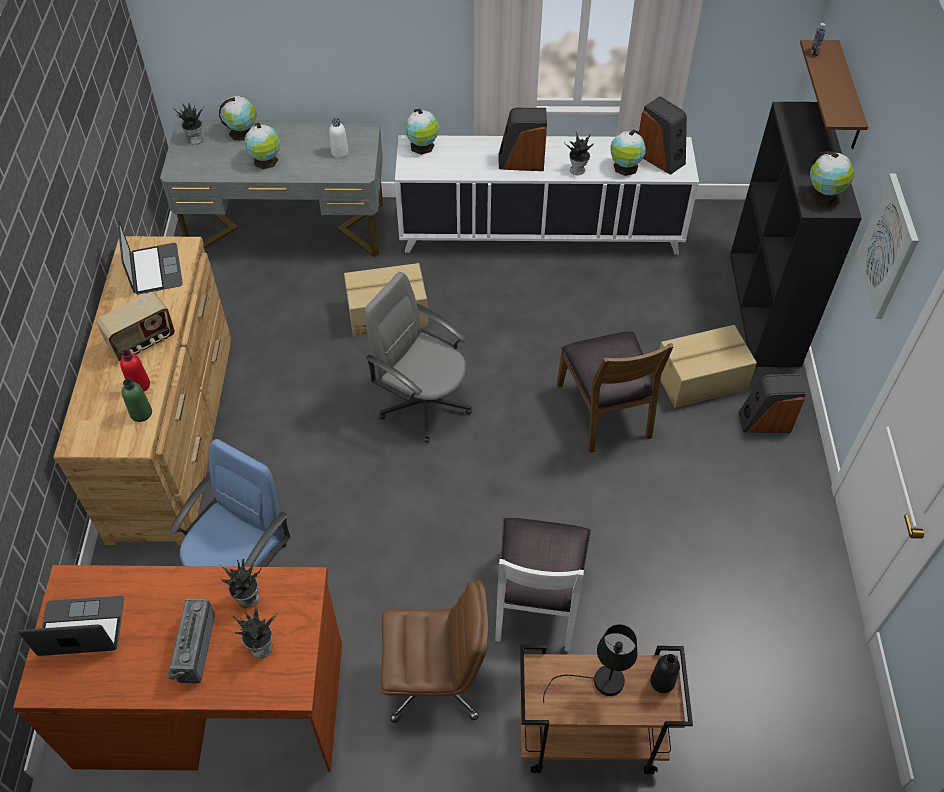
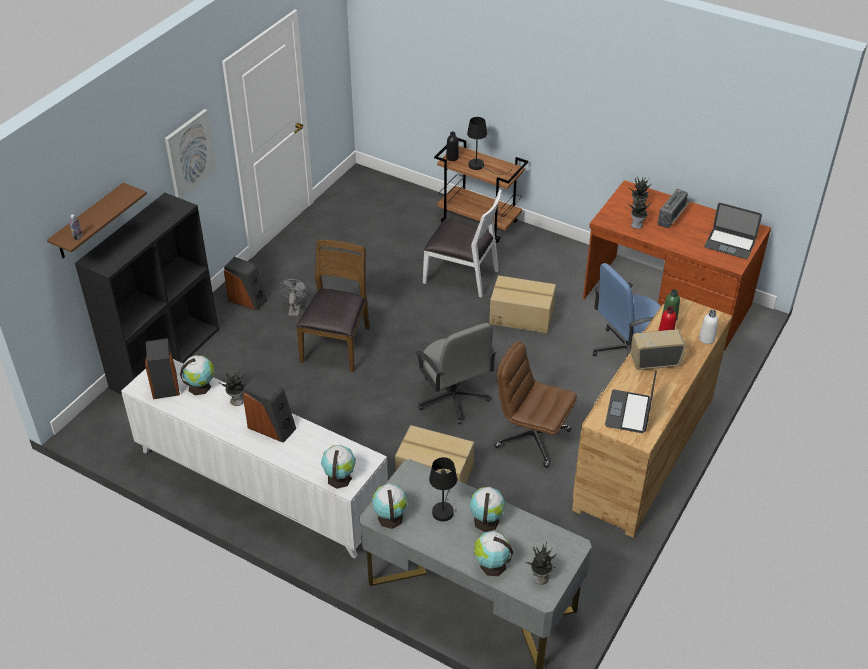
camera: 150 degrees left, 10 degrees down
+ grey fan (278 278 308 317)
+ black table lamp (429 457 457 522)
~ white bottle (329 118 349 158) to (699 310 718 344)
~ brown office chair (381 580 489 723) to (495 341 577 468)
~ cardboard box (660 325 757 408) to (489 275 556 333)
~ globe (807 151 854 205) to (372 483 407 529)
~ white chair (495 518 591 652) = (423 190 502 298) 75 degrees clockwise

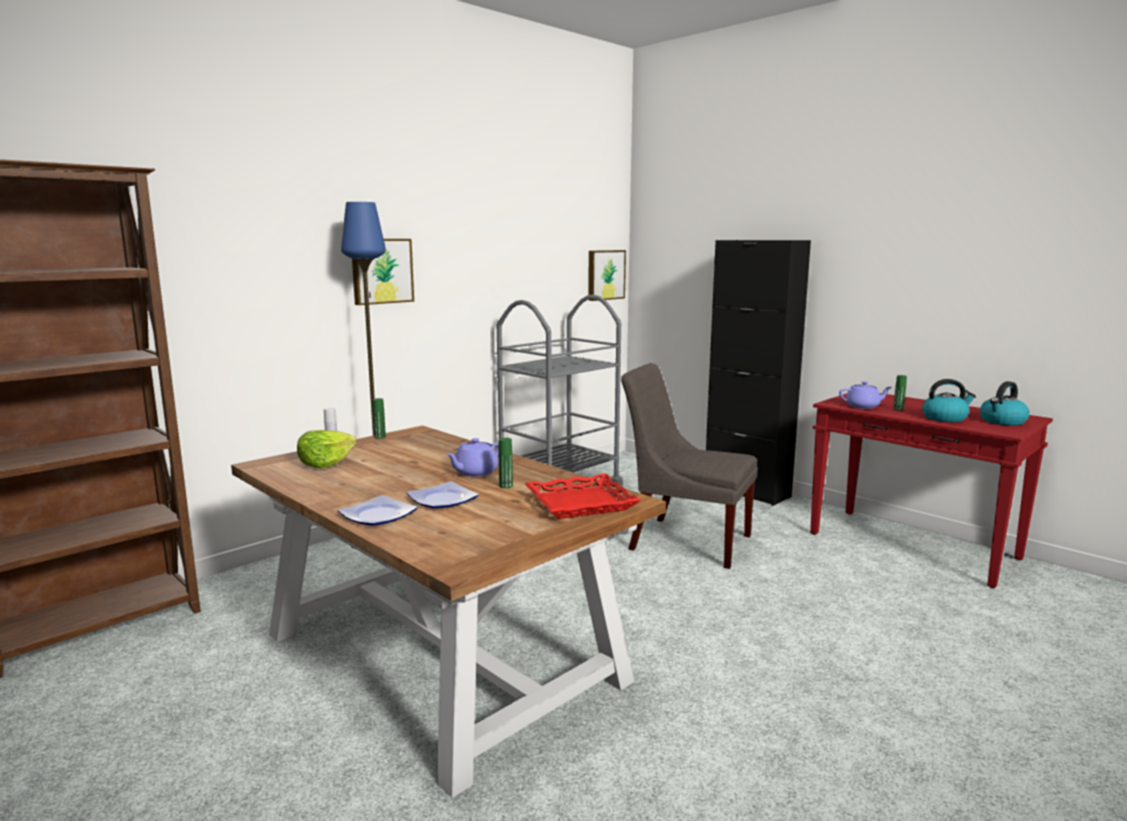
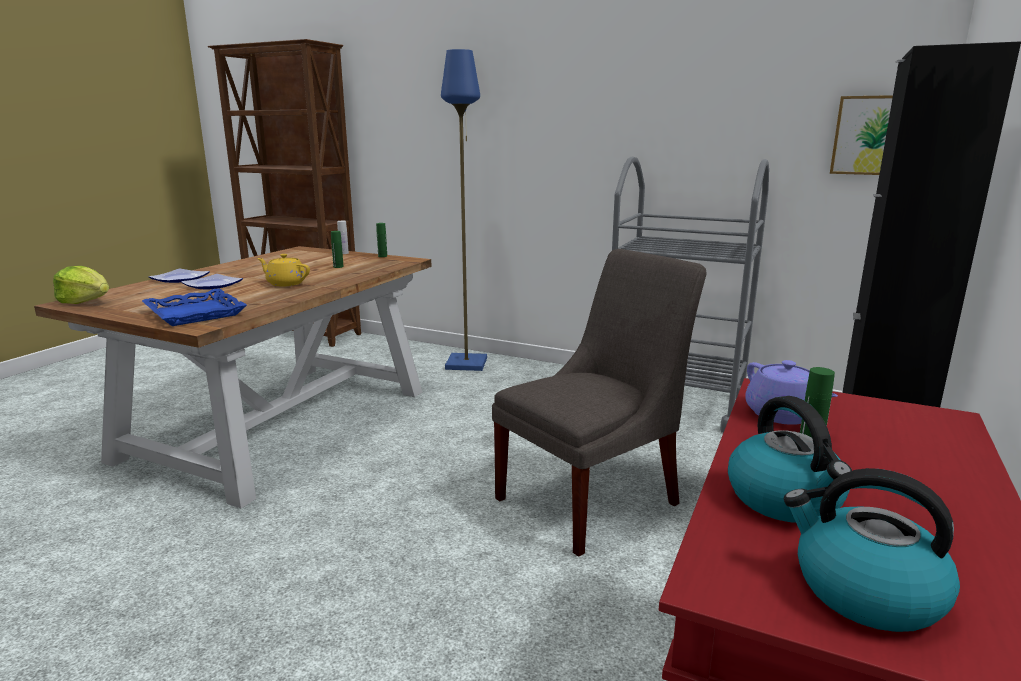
camera: 70 degrees right, 5 degrees up
- picture (352 239 414 305)
~ lettuce (297 430 357 468) to (53 266 109 304)
~ green bottle (499 438 513 488) to (331 231 344 268)
~ purple teapot (446 438 499 477) to yellow teapot (257 254 310 286)
~ red tray (525 473 641 519) to blue tray (142 288 247 326)
~ grey chair (621 363 758 569) = (492 249 706 557) 45 degrees clockwise

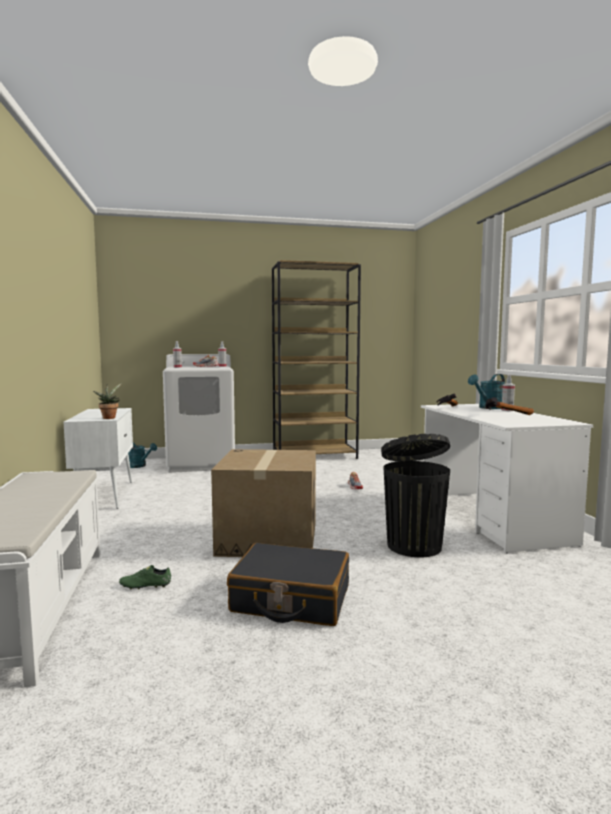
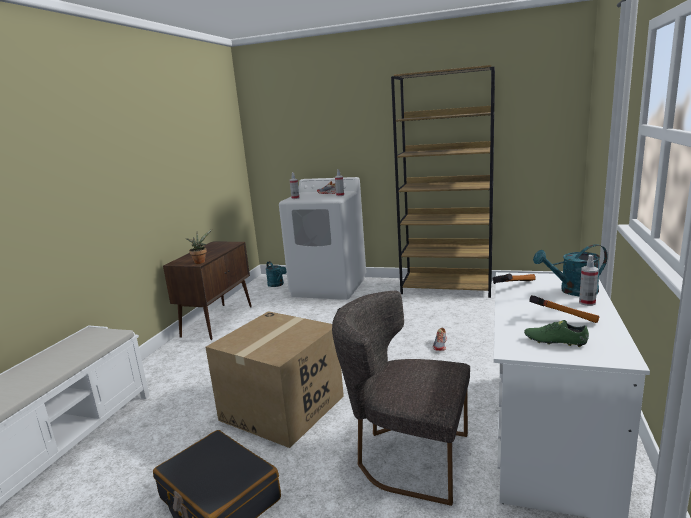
camera: 30 degrees right, 10 degrees up
~ green shoe (119 565 171 589) to (524 320 589 347)
~ black trash can (381 434 450 557) to grey chair (332 291 470 506)
~ white cabinet (63 408 133 509) to brown cabinet (163 242 252 340)

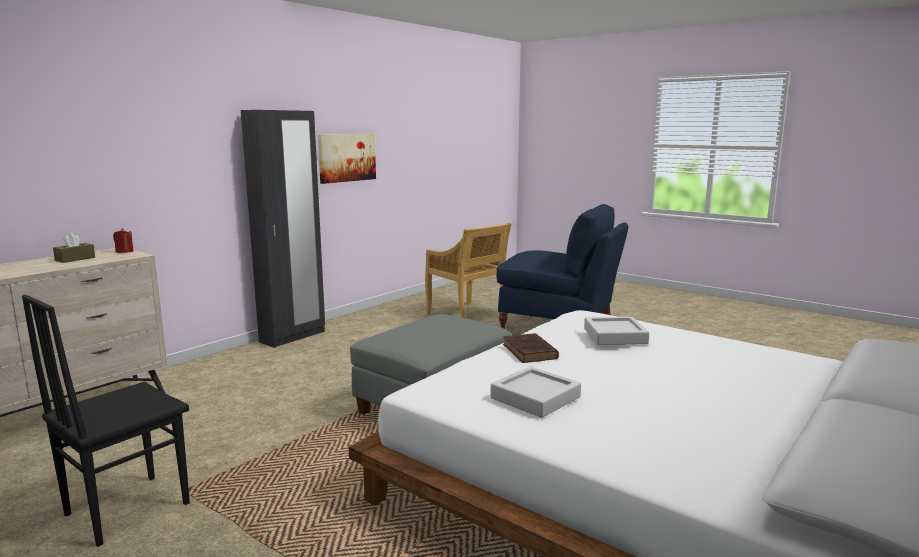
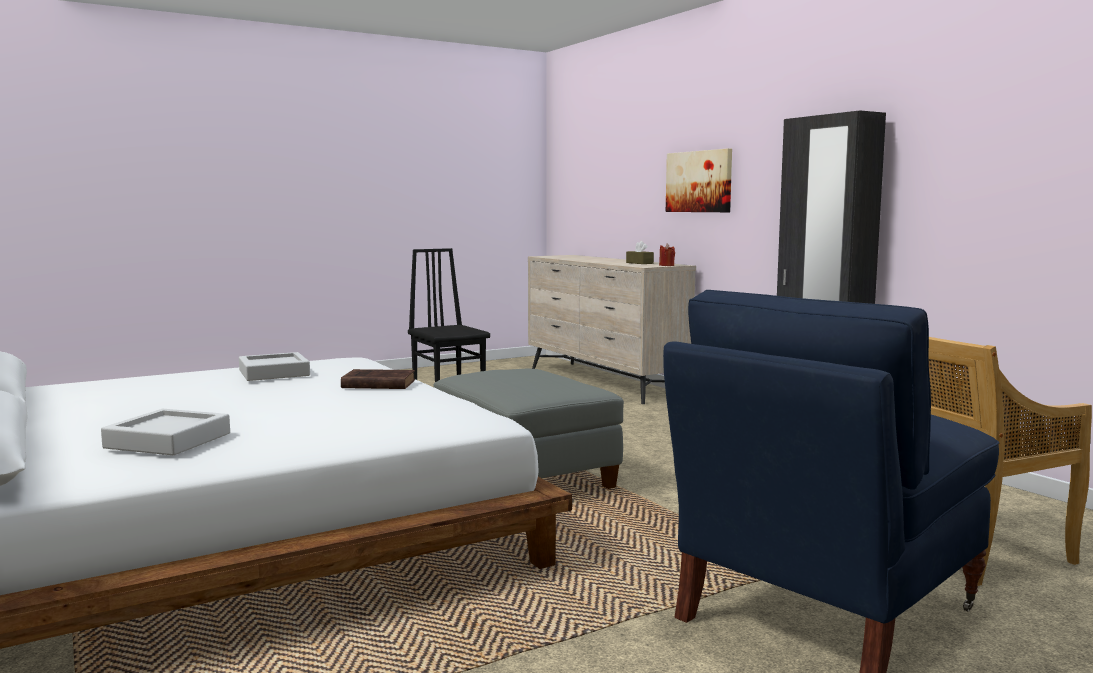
camera: 110 degrees right, 5 degrees down
~ picture (318 134 376 184) to (666 148 732 212)
~ grey tray (584 317 649 345) to (101 409 230 455)

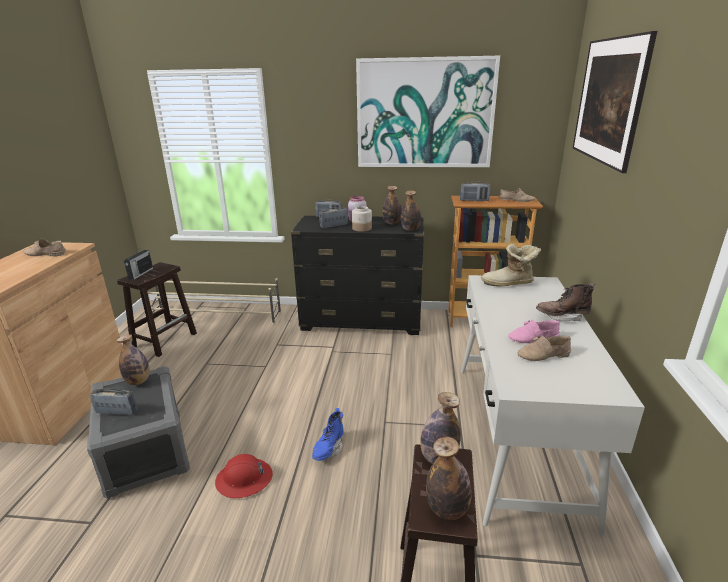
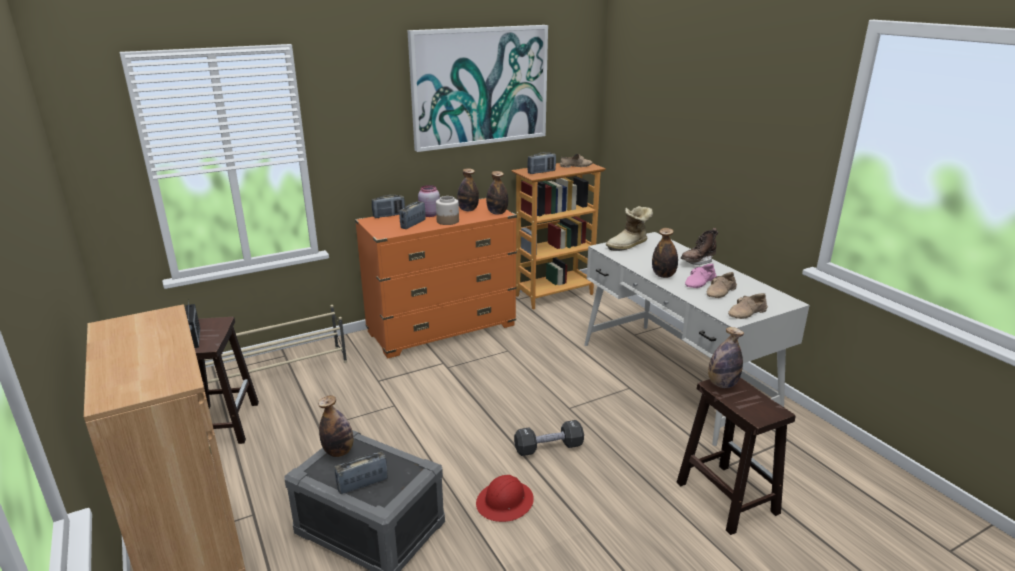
camera: 35 degrees left, 0 degrees up
- picture (573 31 657 173)
~ beige shoe (23 238 66 257) to (728 293 768 319)
~ bottle (426 437 472 520) to (652 228 678 278)
~ blue boot (312 408 344 461) to black dumbbell (514 420 584 456)
~ black dresser (291 215 424 335) to orange dresser (355 198 517 358)

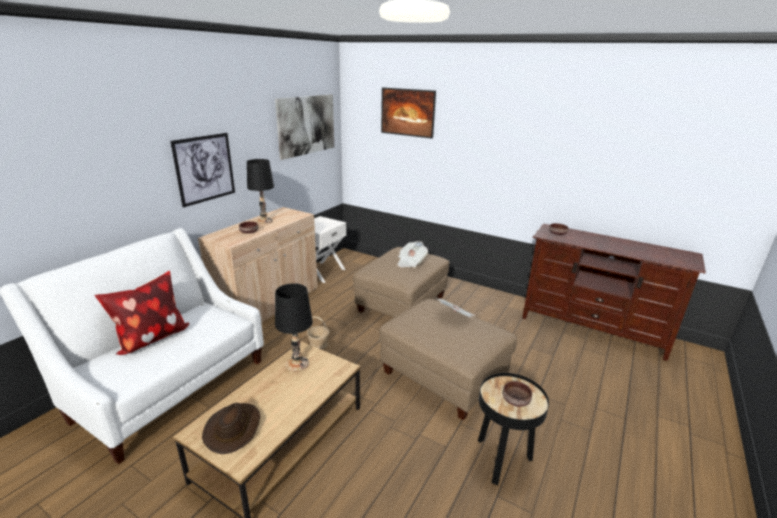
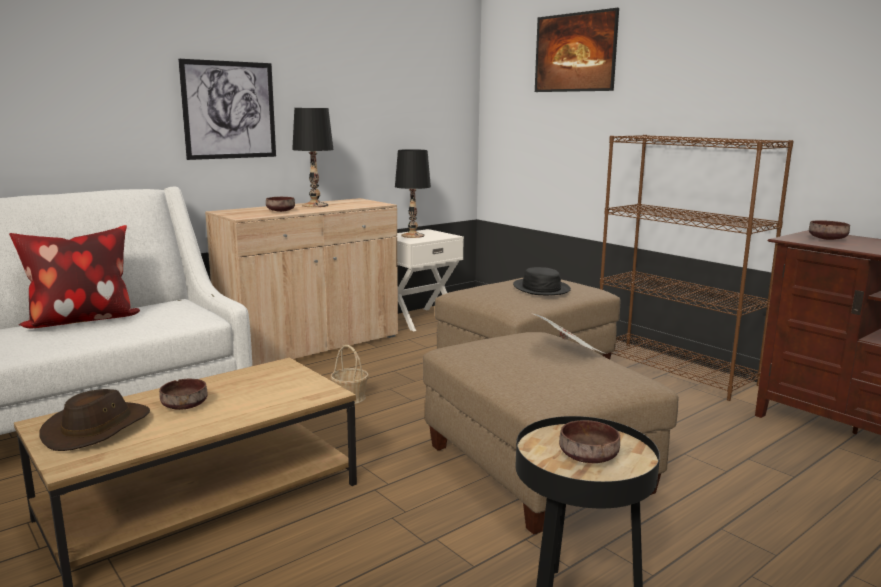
camera: 20 degrees right, 10 degrees down
- picture (275 94 334 160)
+ brown bowl (159 379 208 410)
+ brown bookcase (600 135 794 401)
~ black table lamp (275 283 313 372) to (395 149 431 238)
~ newspaper (397 241 428 268) to black hat (513 267 571 295)

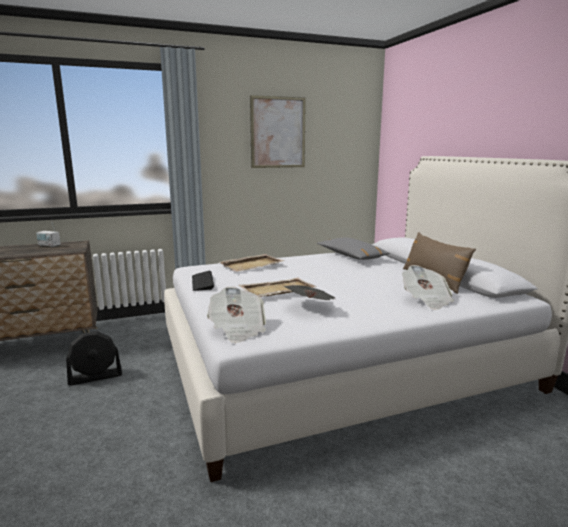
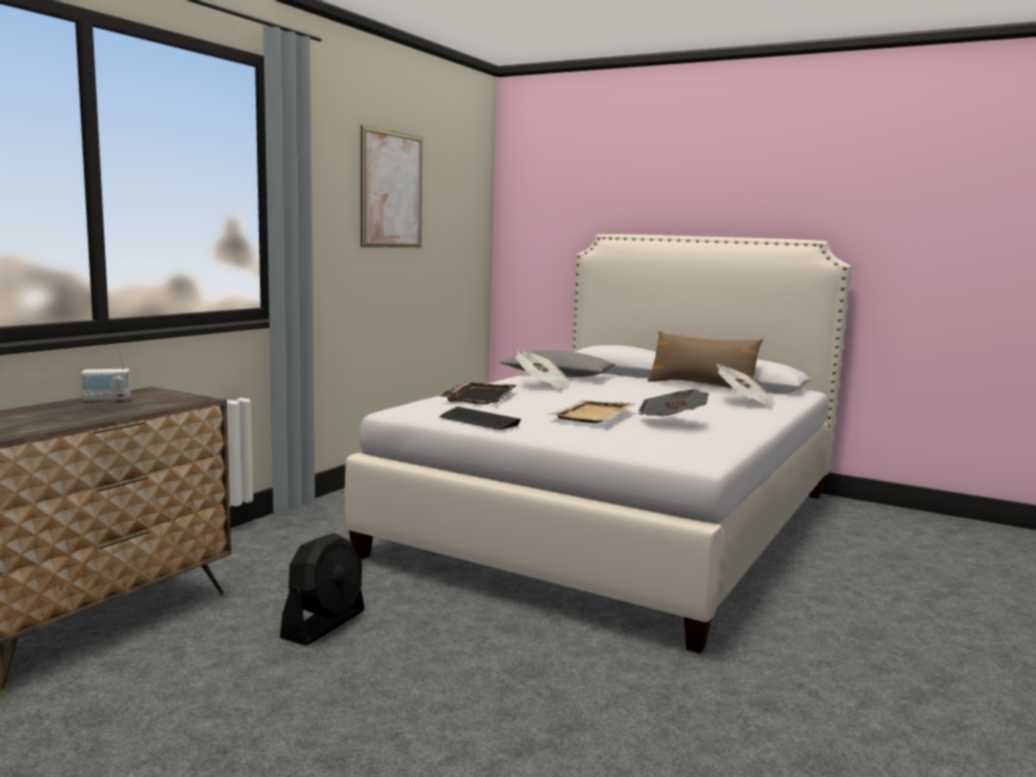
camera: 40 degrees left, 5 degrees down
~ newspaper (207 287 266 343) to (515 350 571 390)
~ beige tray (218 254 284 272) to black tray (440 381 517 404)

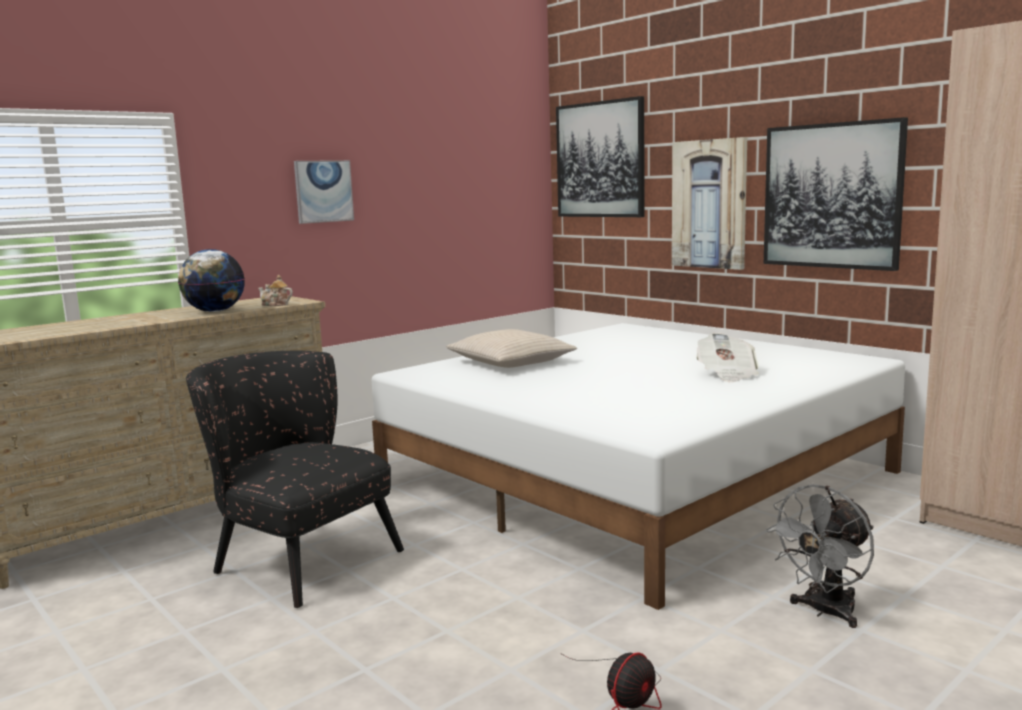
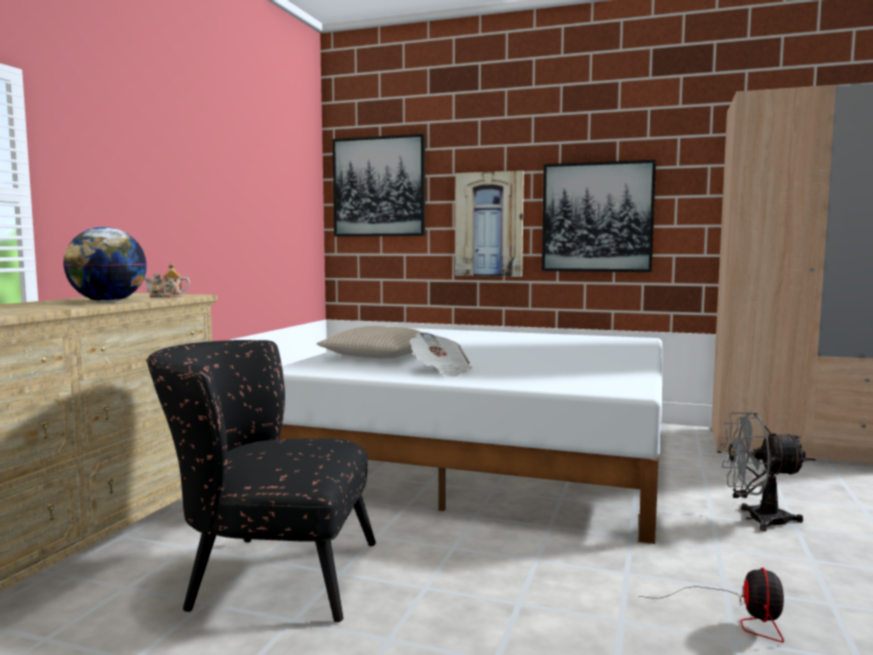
camera: 30 degrees left, 5 degrees down
- picture (294 160 354 224)
~ newspaper (696 333 759 382) to (410 332 472 377)
~ grey fan (766 484 874 628) = (720 412 807 532) 75 degrees clockwise

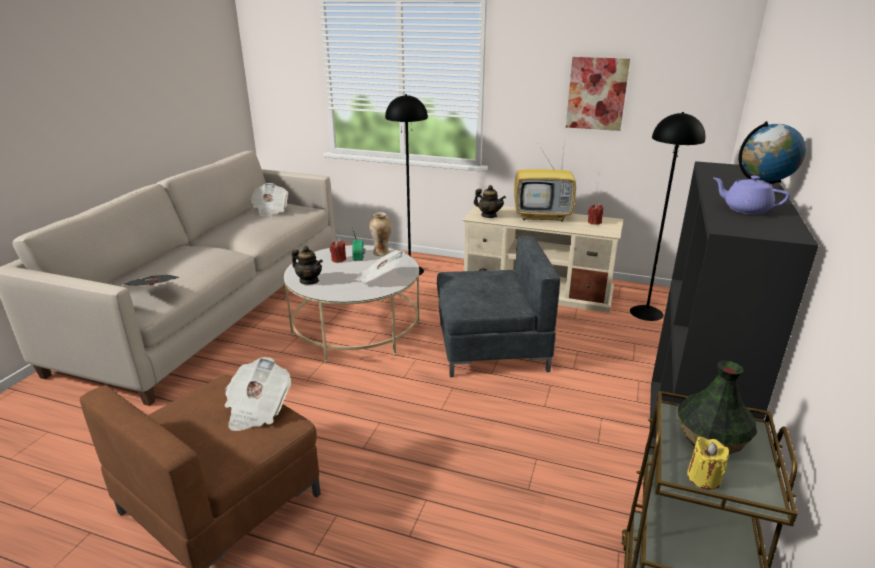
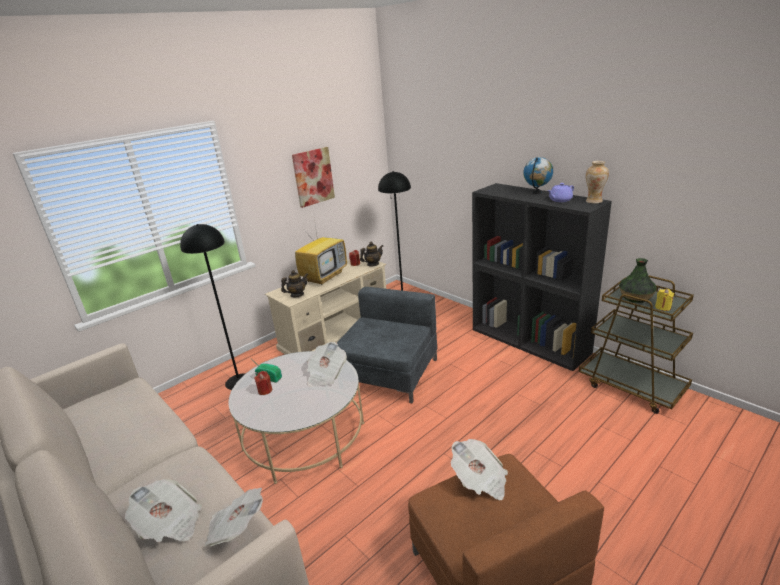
camera: 60 degrees left, 0 degrees up
~ newspaper (250 183 289 217) to (125 479 202 542)
~ teapot (292 246 323 285) to (360 242 383 266)
~ vase (369 212 392 256) to (586 161 609 204)

